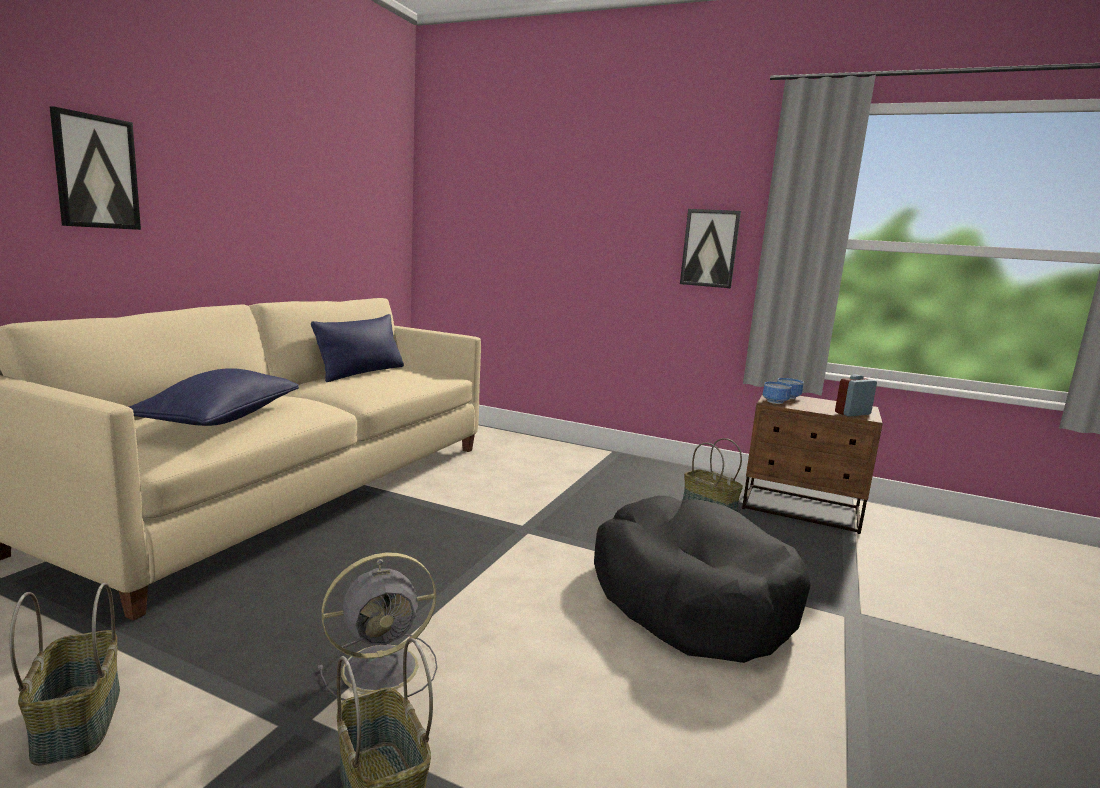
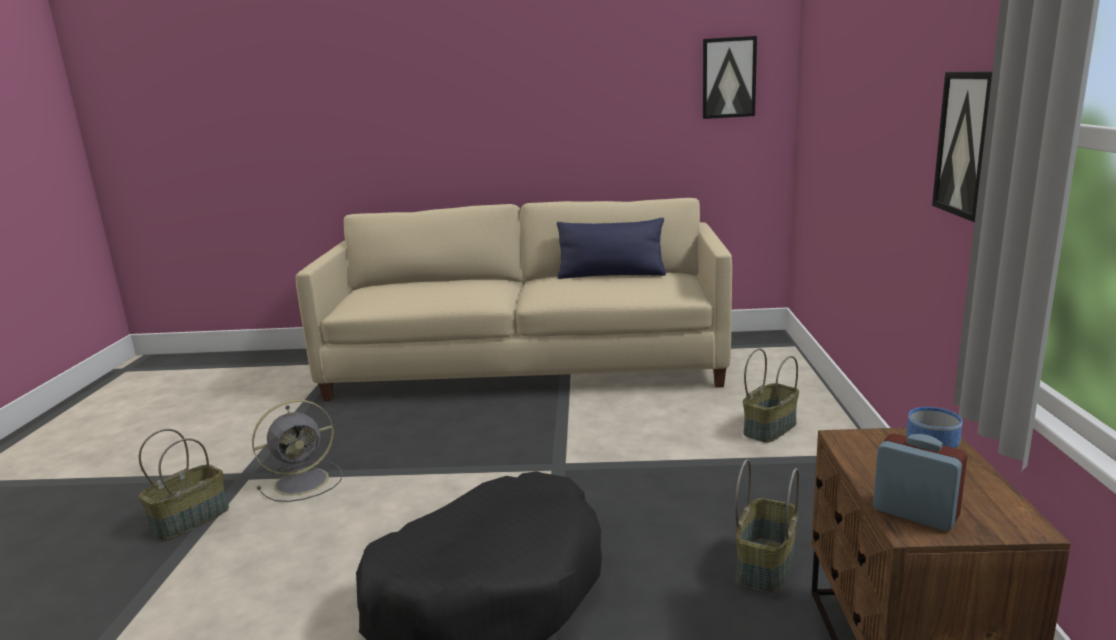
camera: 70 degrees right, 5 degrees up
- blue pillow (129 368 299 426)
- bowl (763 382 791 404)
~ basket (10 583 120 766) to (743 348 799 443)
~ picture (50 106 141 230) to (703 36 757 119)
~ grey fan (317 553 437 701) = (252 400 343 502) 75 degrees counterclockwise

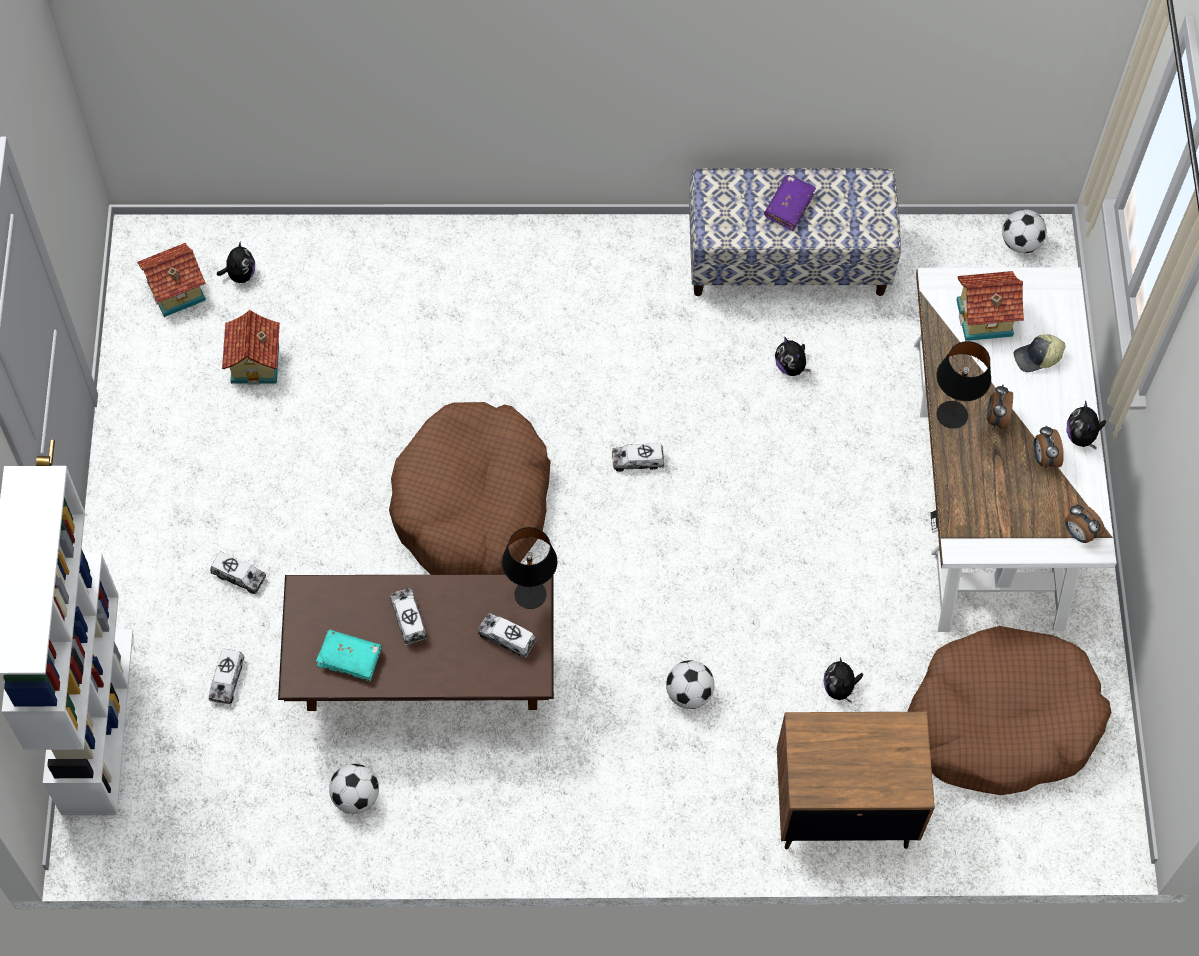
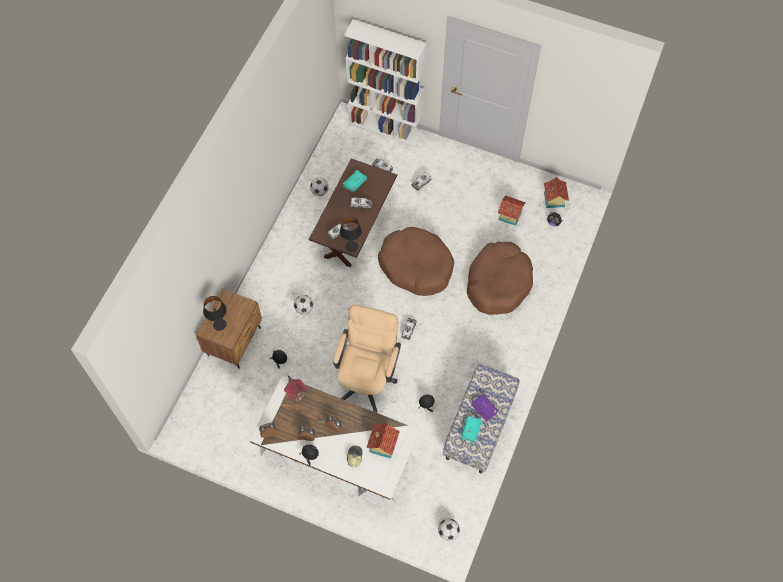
camera: 115 degrees right, 0 degrees up
+ toy house (284 375 308 403)
+ beige office chair (333 304 401 412)
+ turquoise book (461 416 482 443)
~ brown dog bed (907 626 1111 795) to (467 241 533 315)
~ black table lamp (936 341 991 429) to (203 296 227 331)

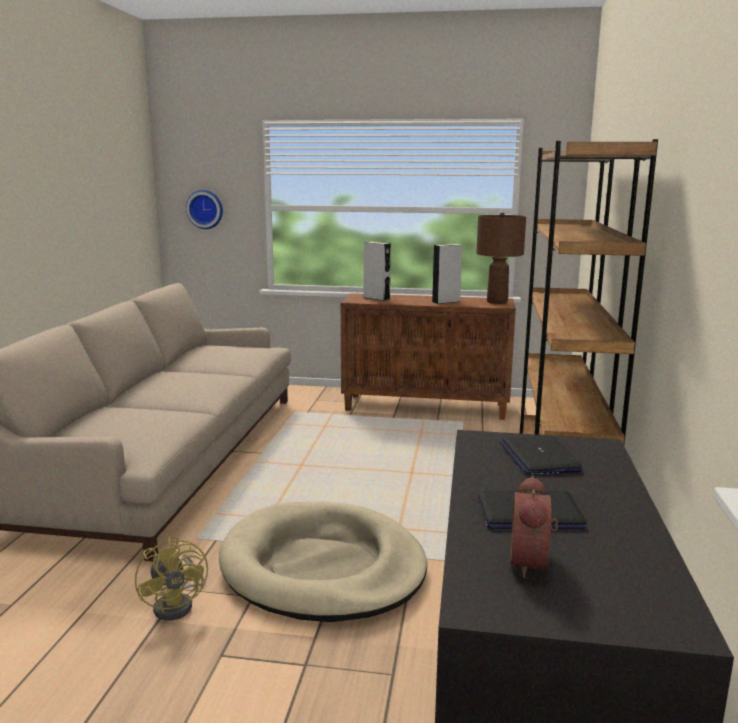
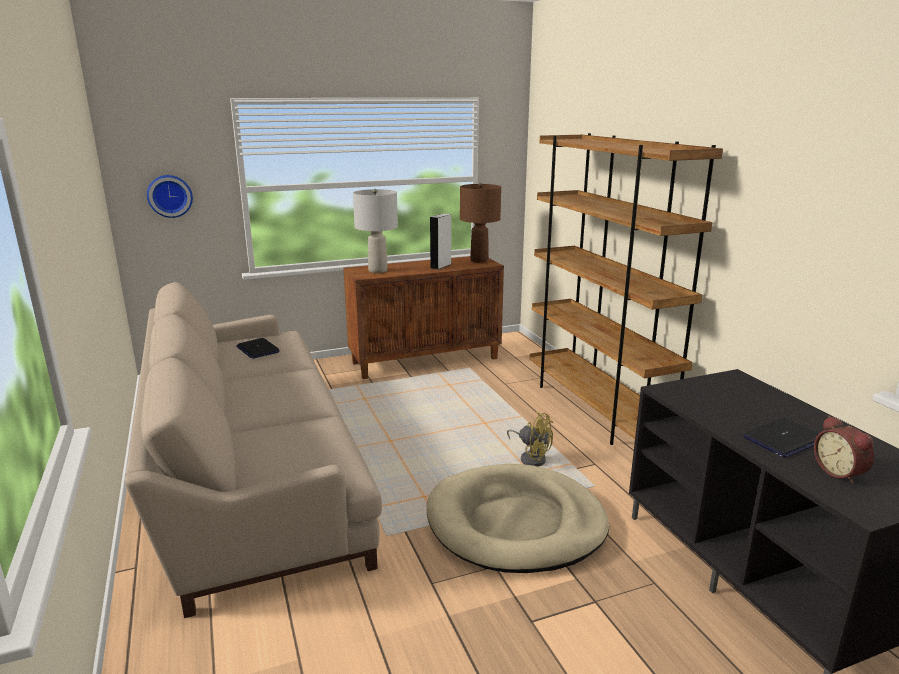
camera: 30 degrees left, 5 degrees up
~ yellow fan (135 536 208 621) to (507 412 553 467)
~ laptop (500 435 583 475) to (236 338 280 359)
~ grey speaker (364 242 391 301) to grey table lamp (353 189 398 273)

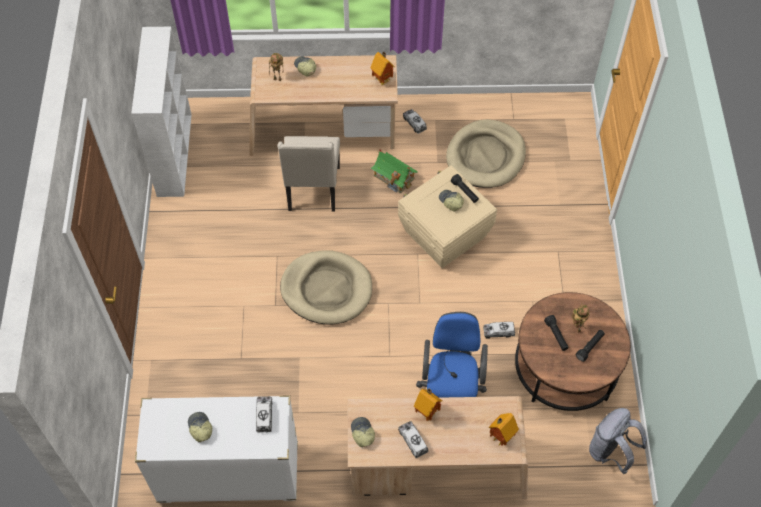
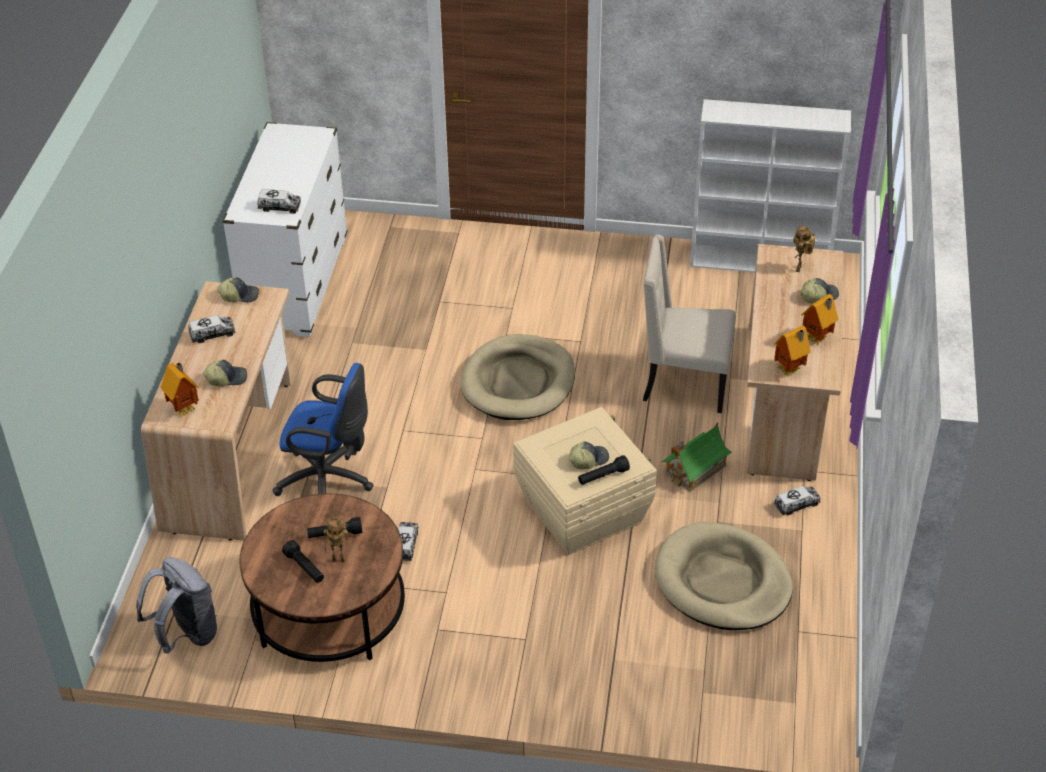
camera: 100 degrees right, 15 degrees down
~ cap (188 412 212 442) to (203 359 247 387)
~ toy house (414 389 442 421) to (802 294 838 345)

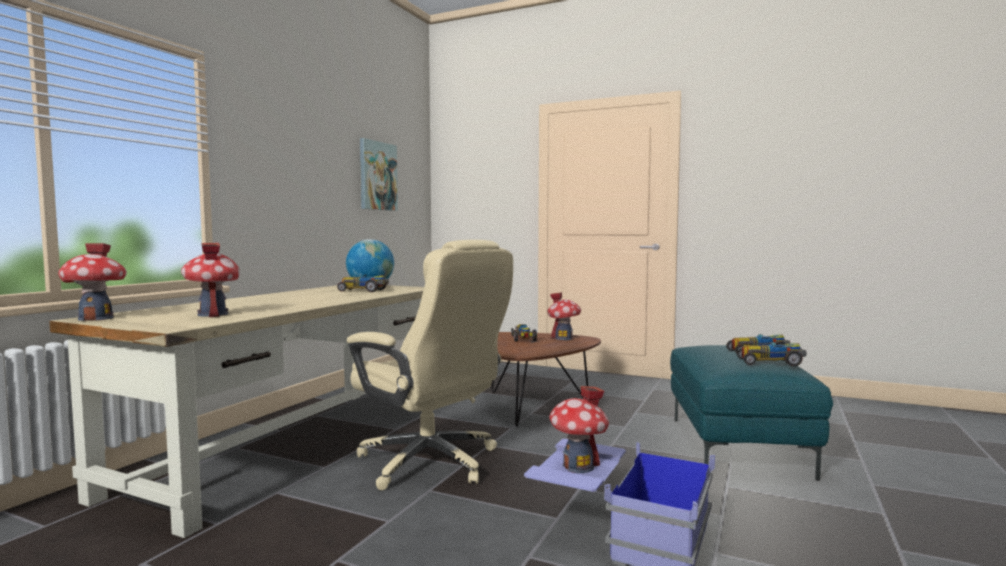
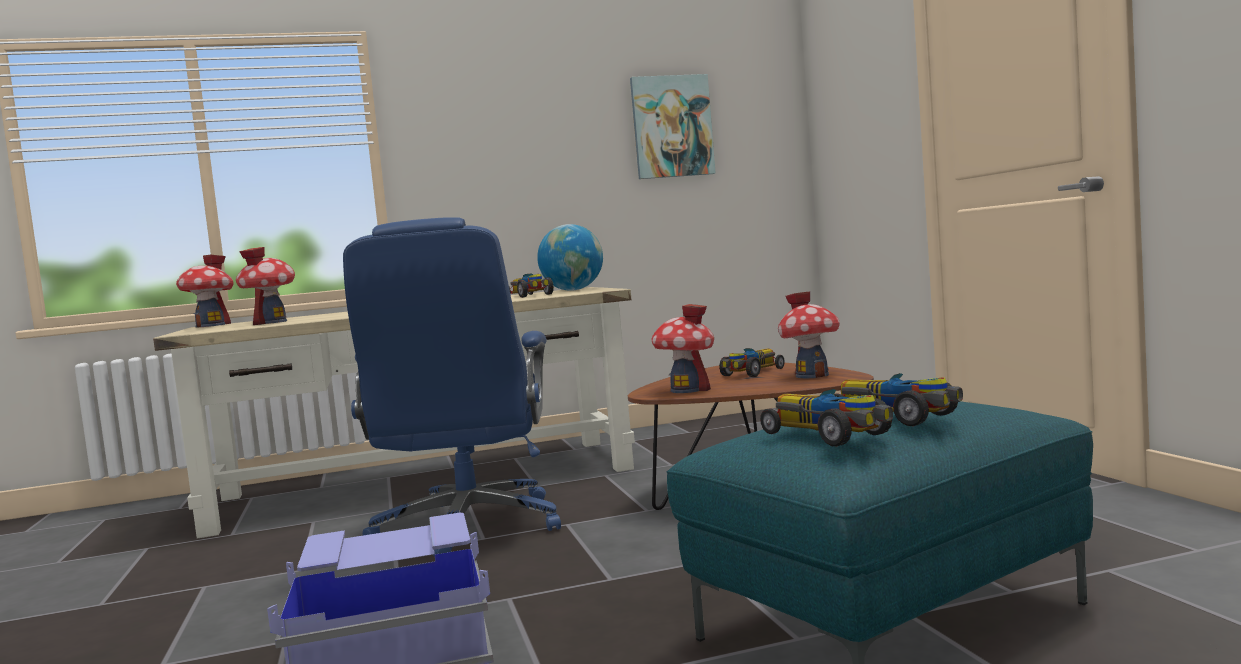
camera: 50 degrees right, 0 degrees up
~ toy house (549 386 609 473) to (651 304 714 393)
~ beige office chair (347 240 513 490) to blue office chair (343 217 561 557)

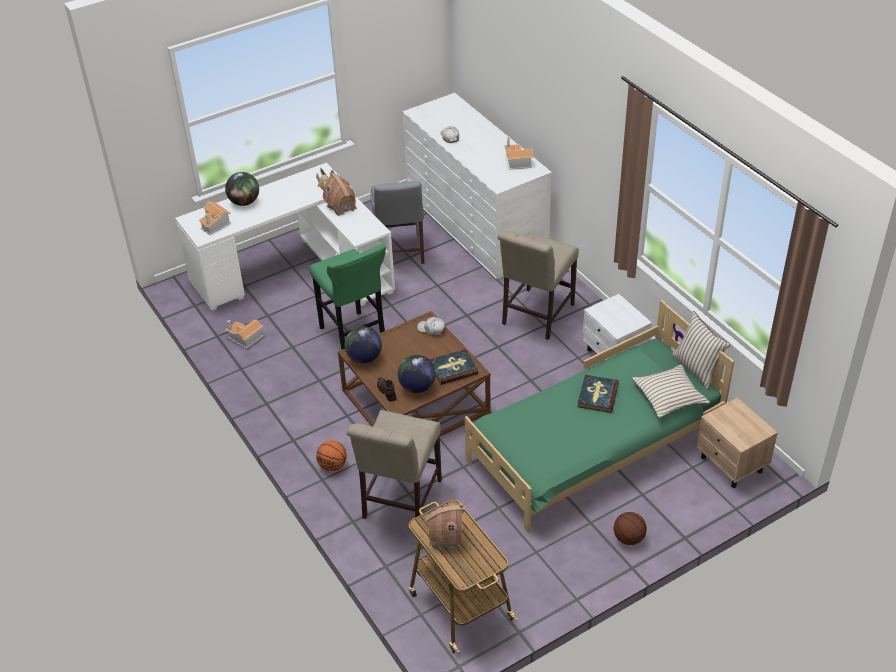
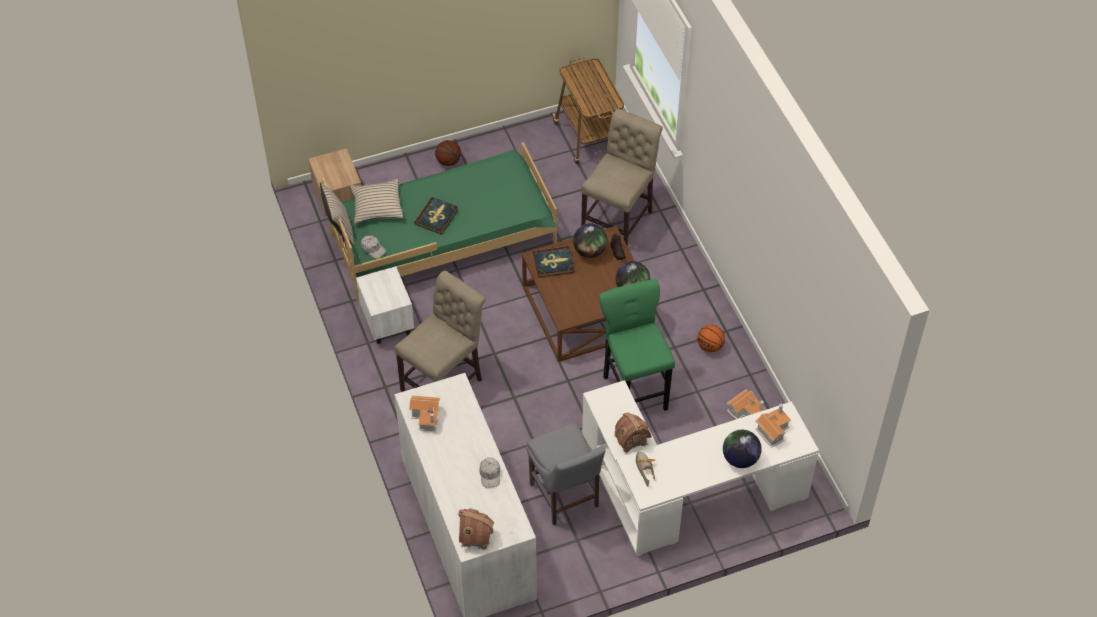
camera: 170 degrees left, 10 degrees up
~ basketball (316 440 347 471) to (697 325 725 352)
~ white cap (417 317 446 335) to (361 235 386 259)
~ toy house (426 503 465 550) to (458 508 494 550)
~ grey chair (370 181 425 264) = (526 422 606 525) 150 degrees clockwise

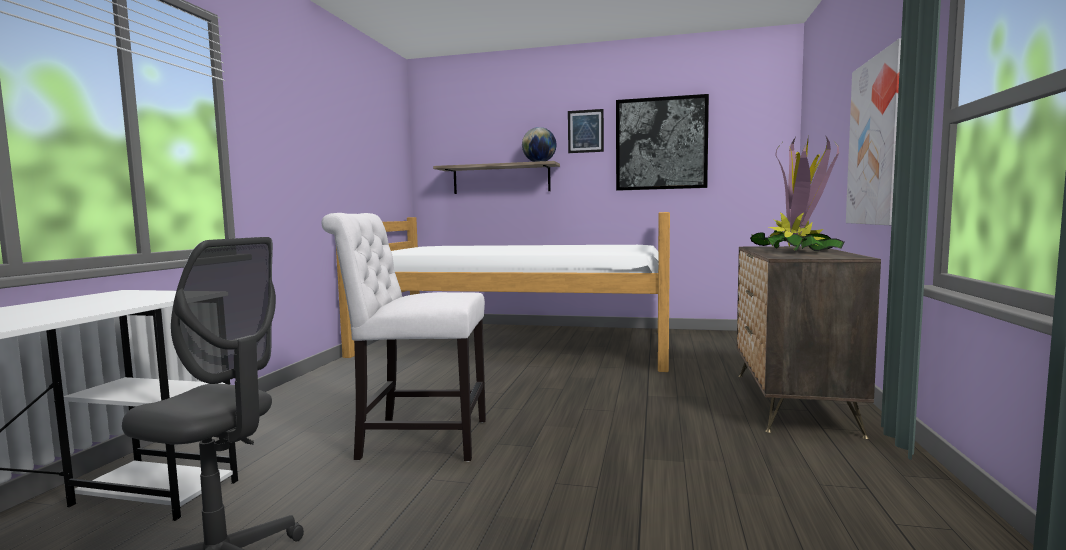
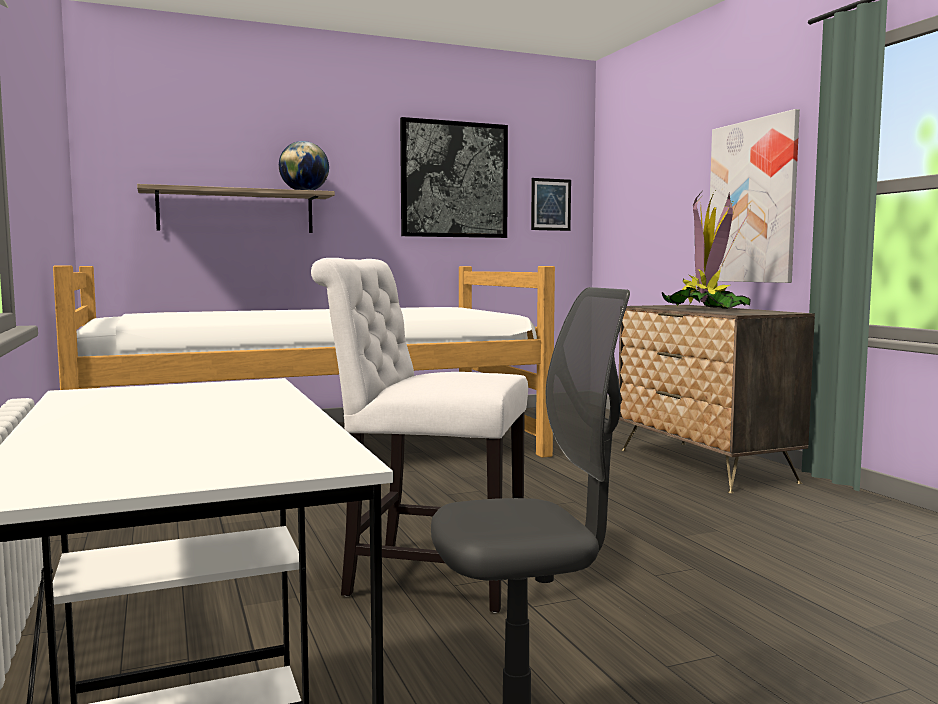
camera: 35 degrees left, 0 degrees up
~ picture (568 109 604 153) to (531 178 571 231)
~ white chair (322 213 486 462) = (311 258 528 613) 45 degrees clockwise

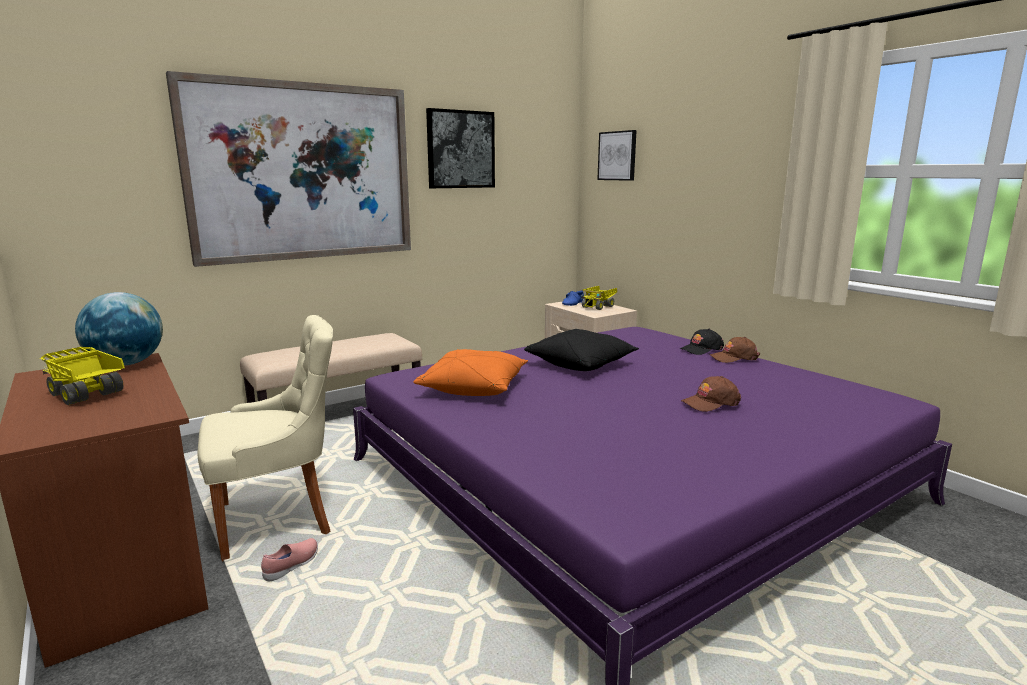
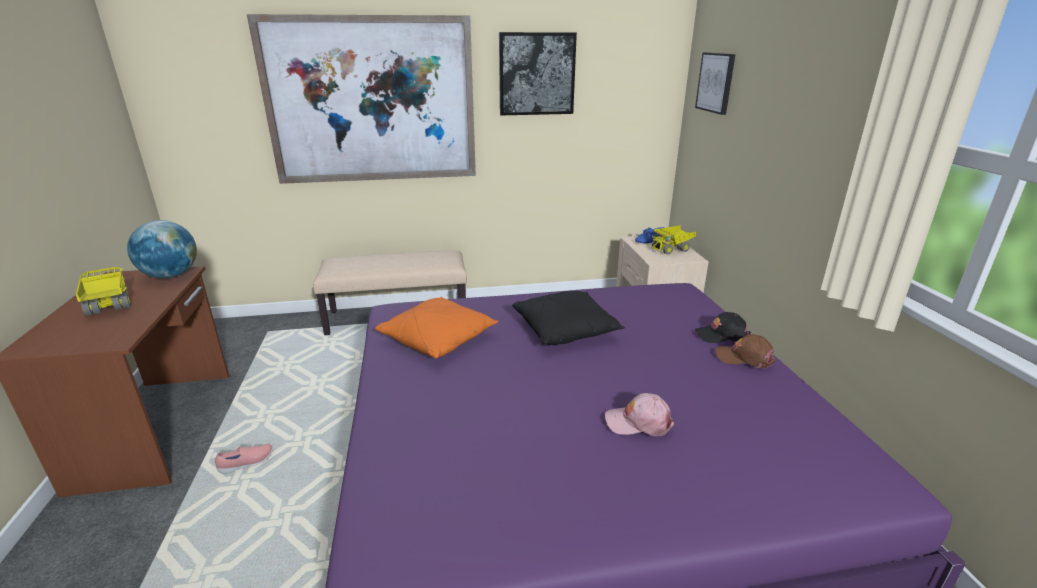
camera: 25 degrees right, 10 degrees up
- beige chair (197 315 333 562)
~ brown cap (681 376 741 412) to pink cap (605 393 674 436)

